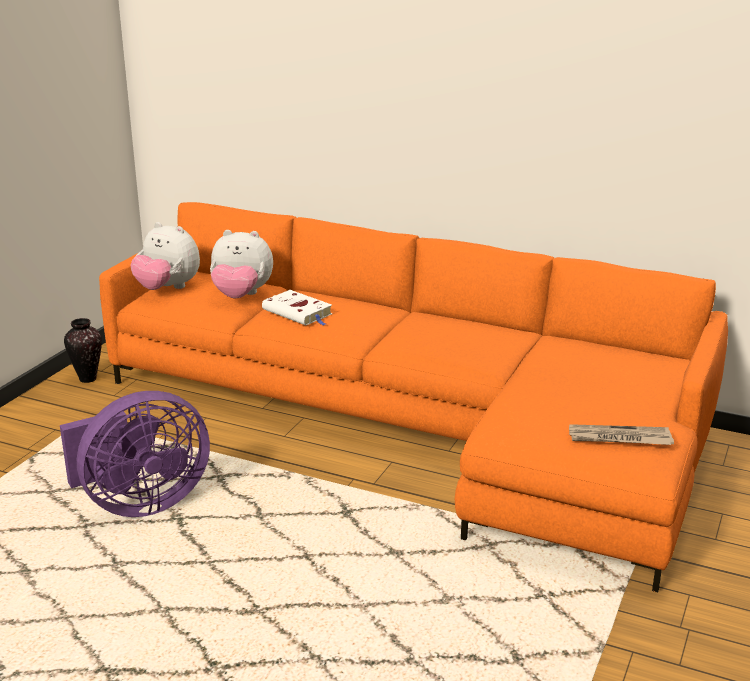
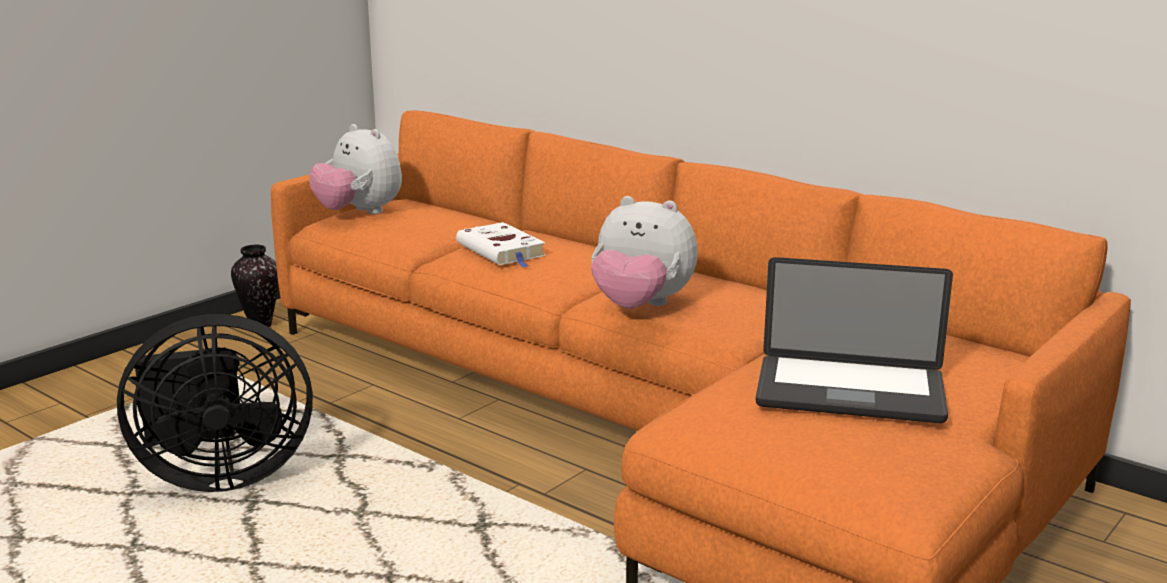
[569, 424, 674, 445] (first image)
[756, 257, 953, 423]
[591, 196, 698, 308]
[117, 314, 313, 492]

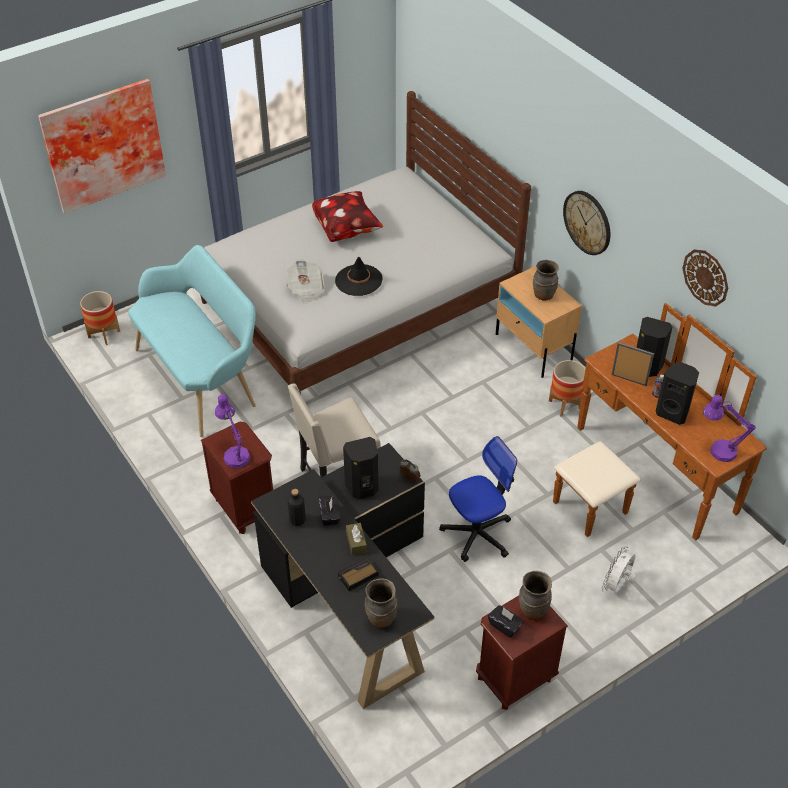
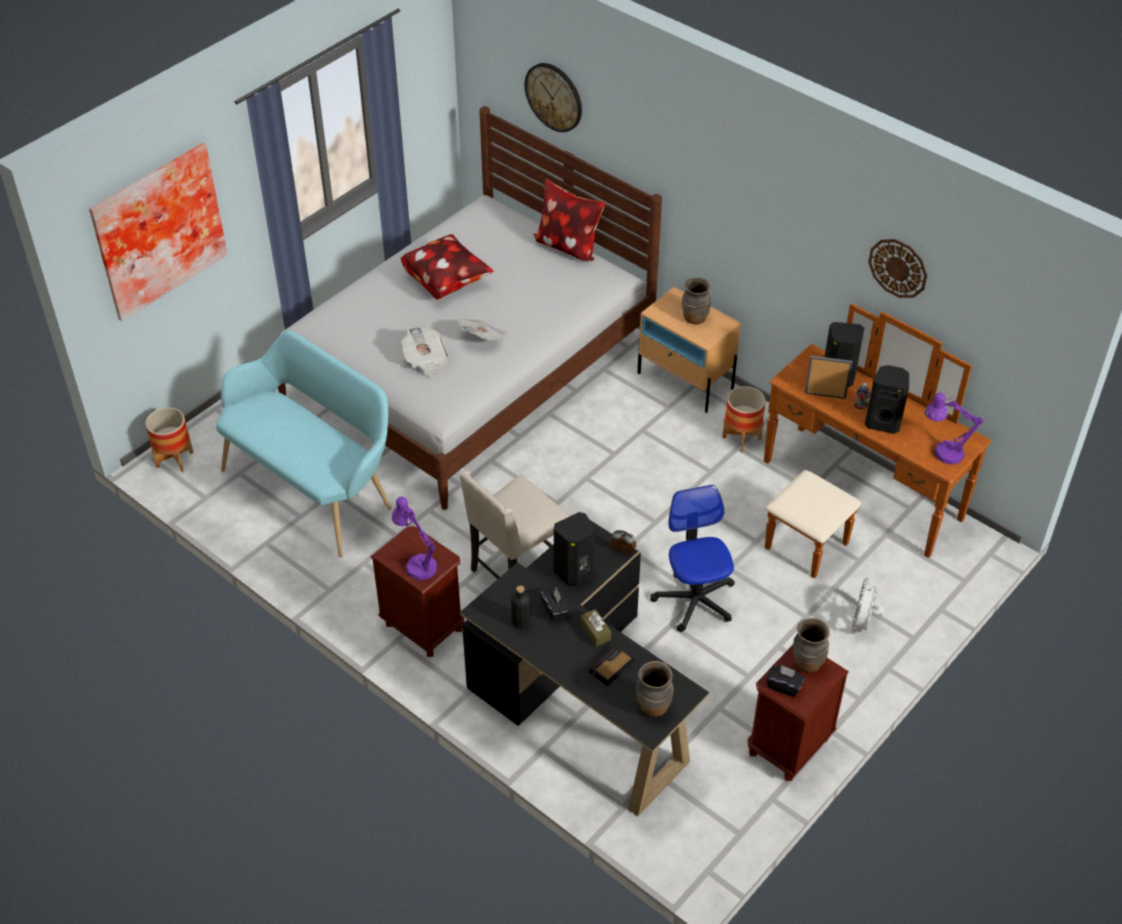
[533, 179, 606, 261]
[525, 63, 582, 132]
[458, 319, 506, 341]
[650, 485, 735, 632]

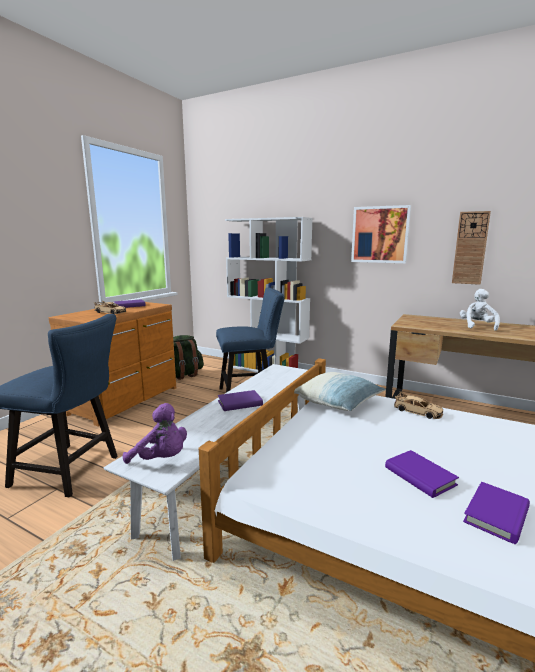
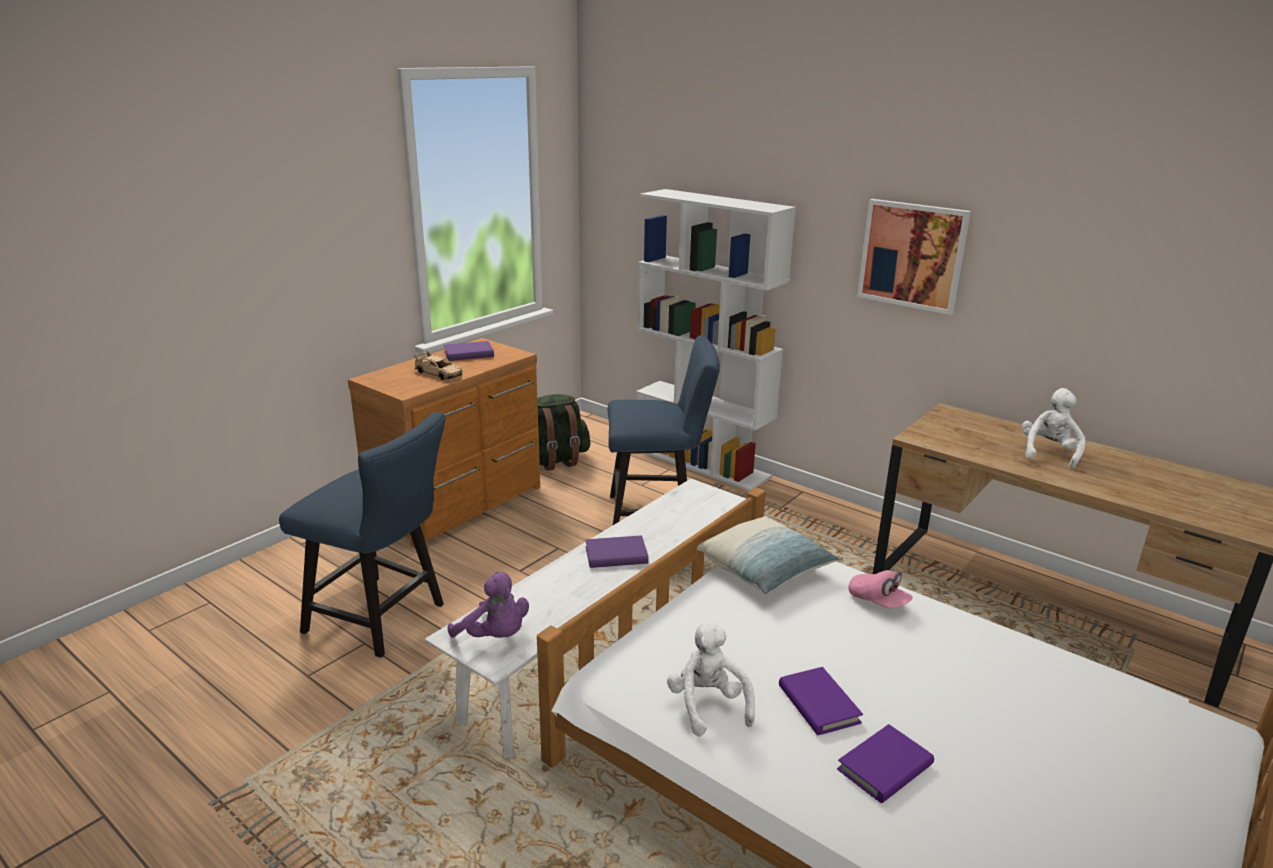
[452, 211, 491, 285] (first image)
[667, 621, 755, 737]
[848, 570, 913, 608]

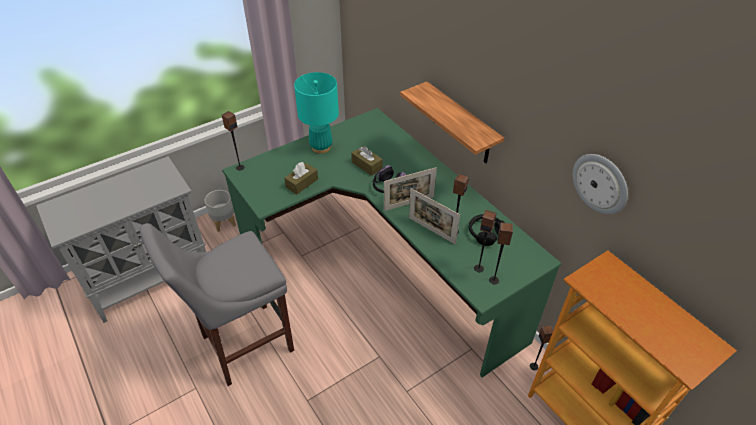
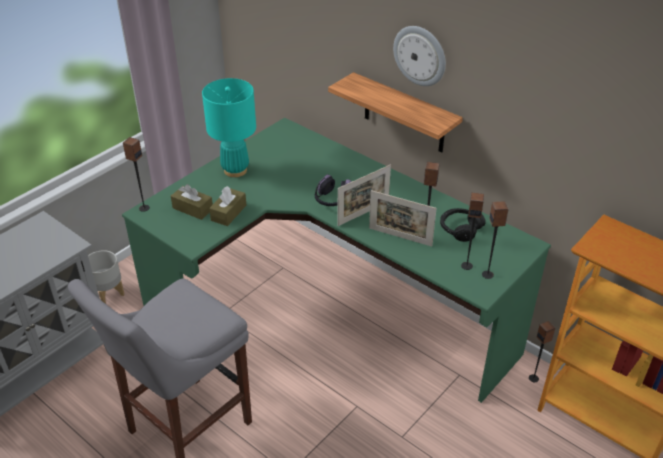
[171, 184, 213, 220]
[393, 26, 446, 86]

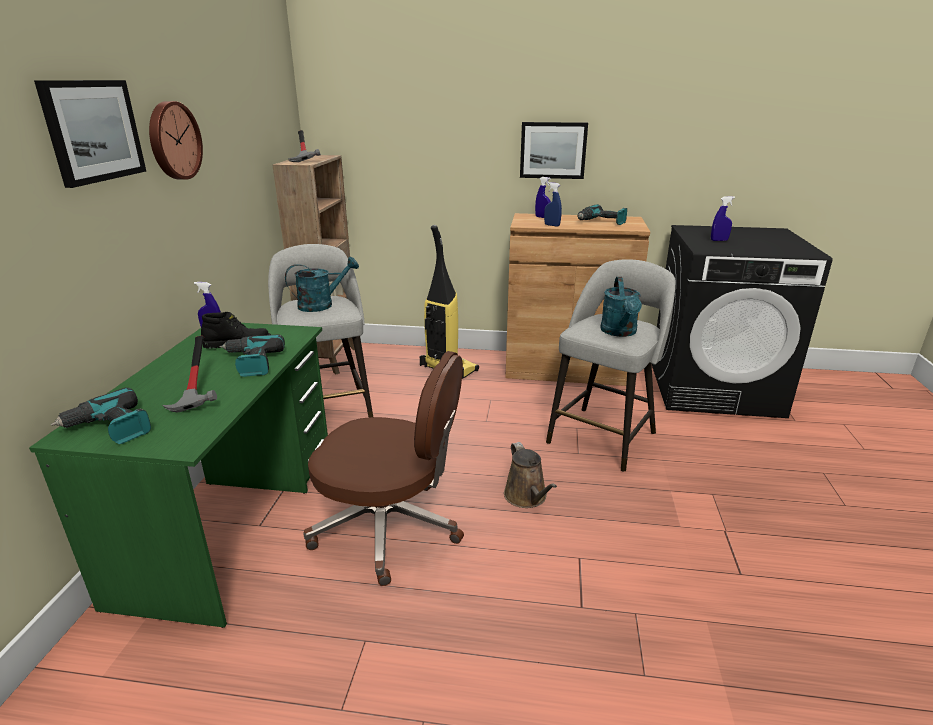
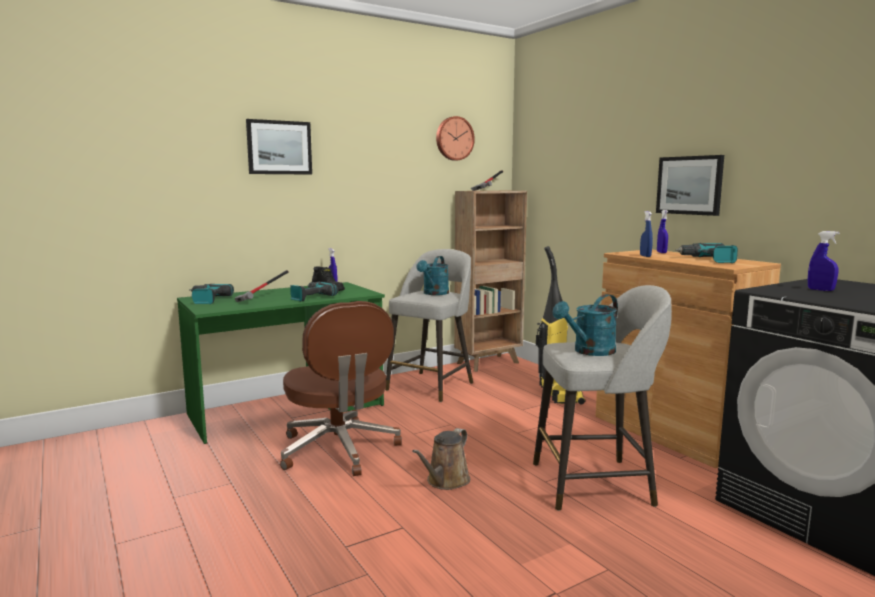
[436, 116, 475, 161]
[416, 256, 449, 295]

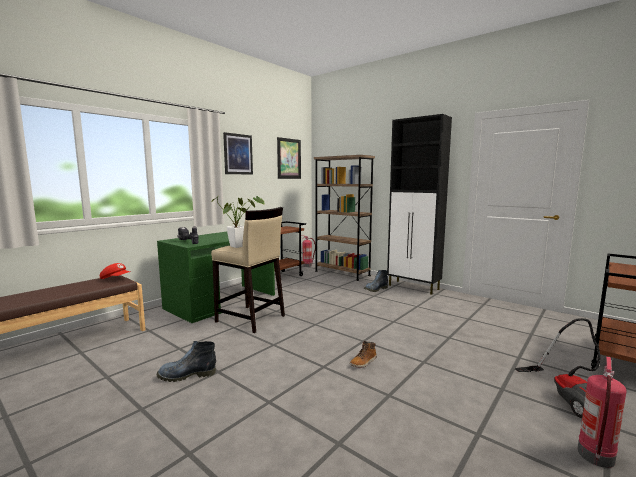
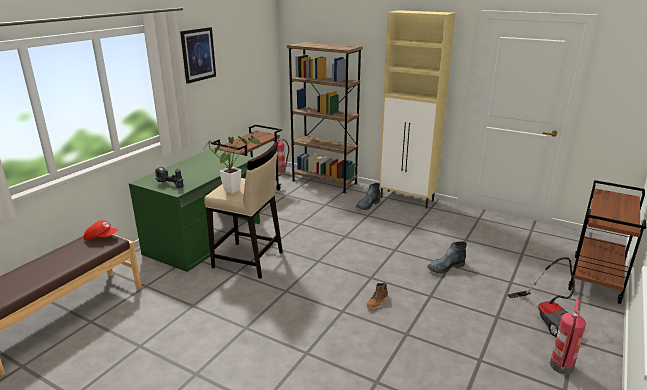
[277, 137, 301, 179] (first image)
[427, 241, 467, 274]
[379, 10, 456, 209]

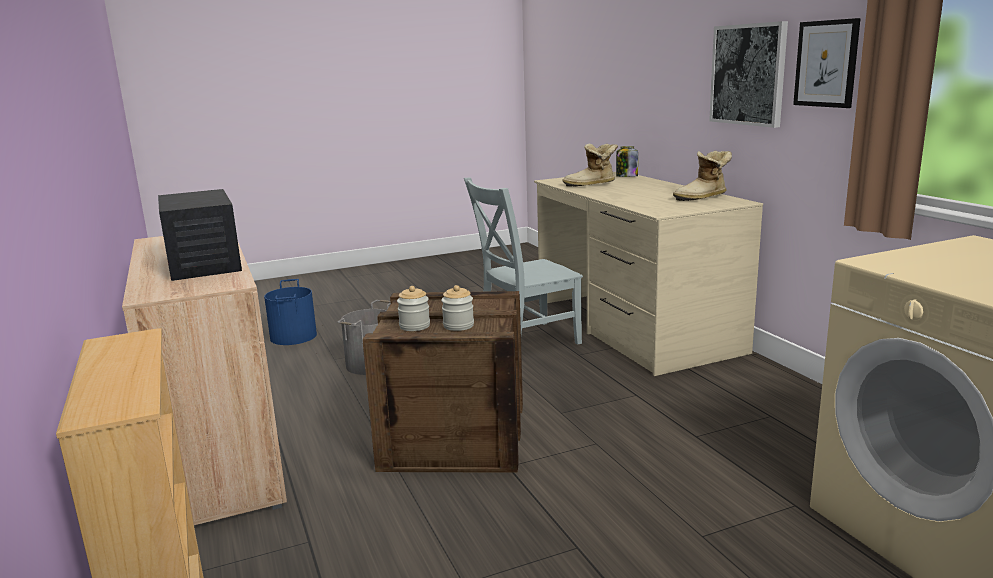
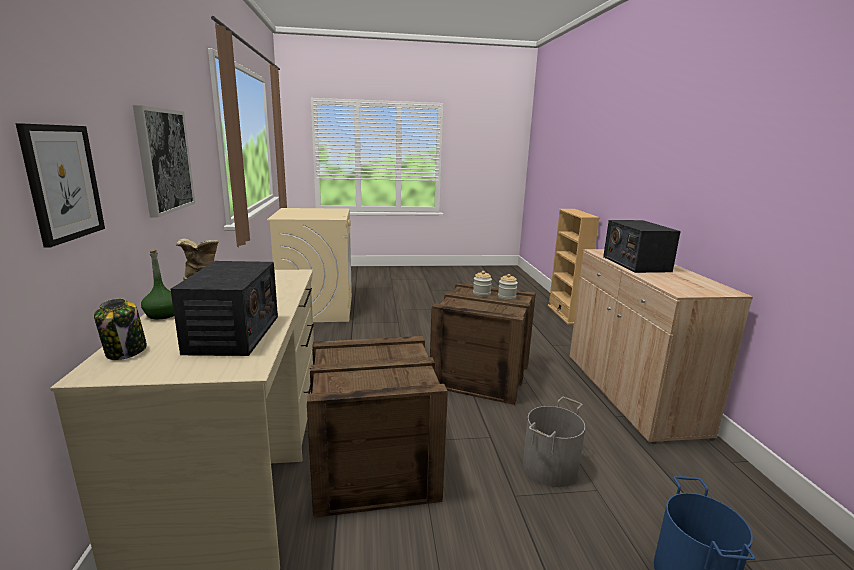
[141, 250, 174, 319]
[16, 123, 105, 248]
[307, 336, 448, 518]
[170, 261, 278, 356]

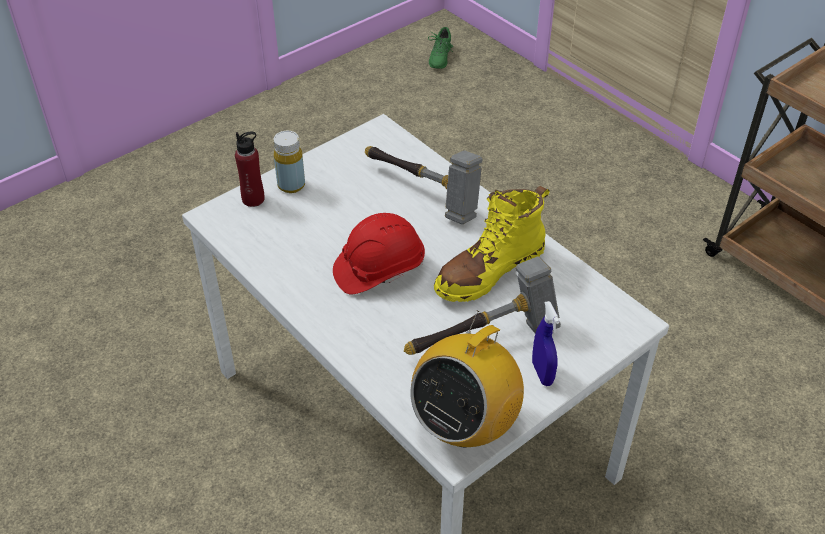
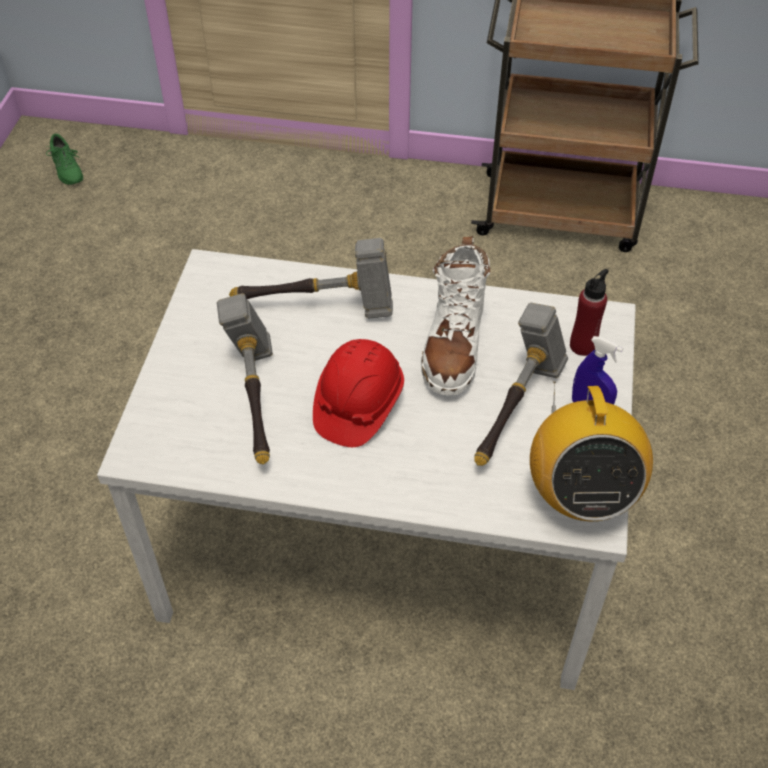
[273, 131, 305, 193] (first image)
[217, 293, 273, 464]
[570, 269, 609, 356]
[421, 236, 490, 395]

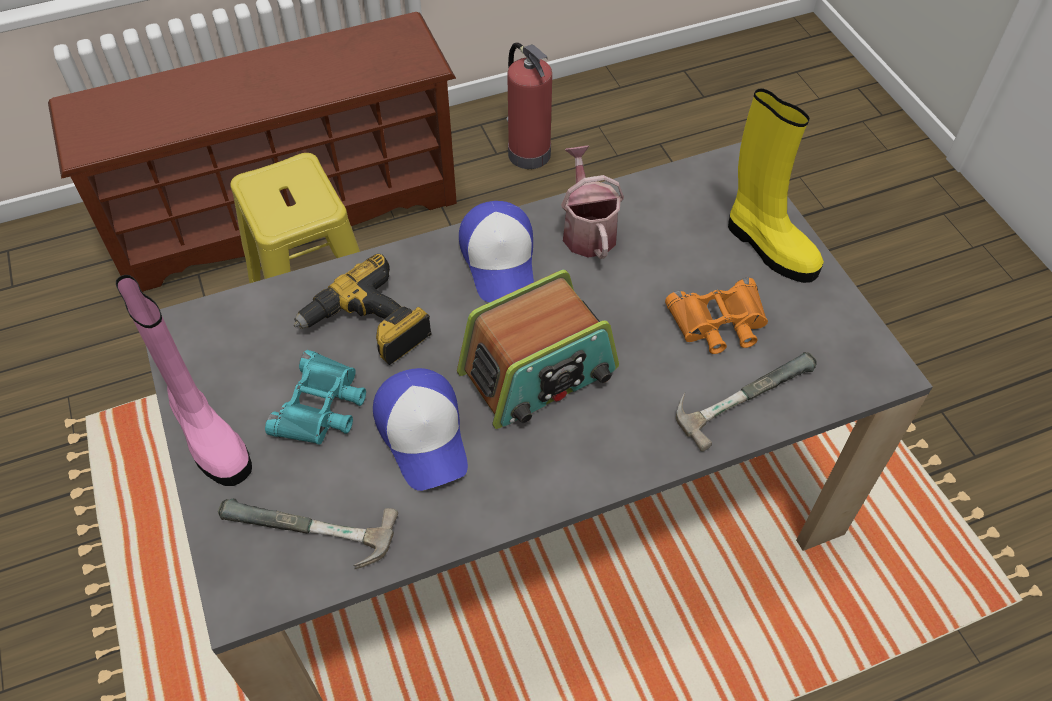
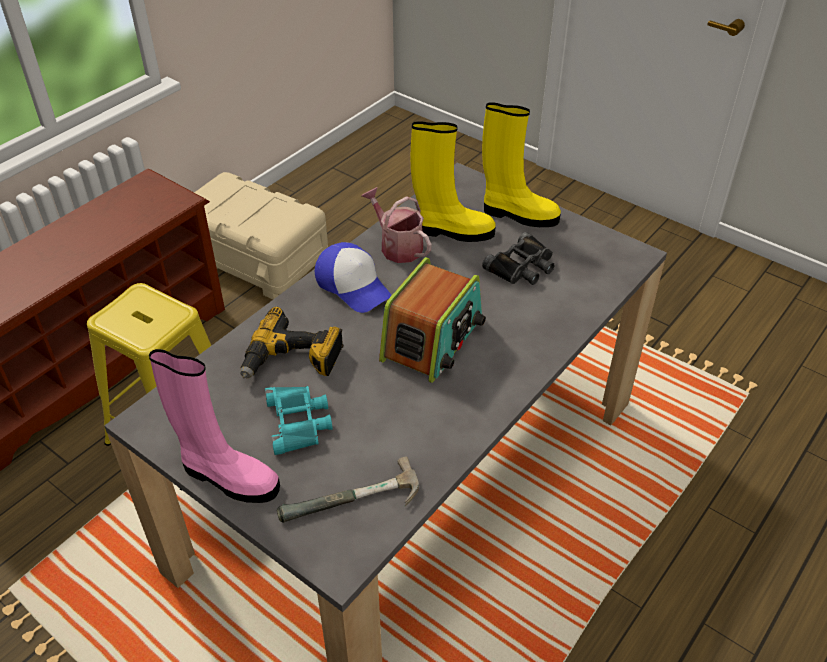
[373, 368, 468, 491] (first image)
[676, 352, 816, 452] (first image)
[410, 121, 496, 242]
[194, 172, 328, 299]
[482, 232, 554, 285]

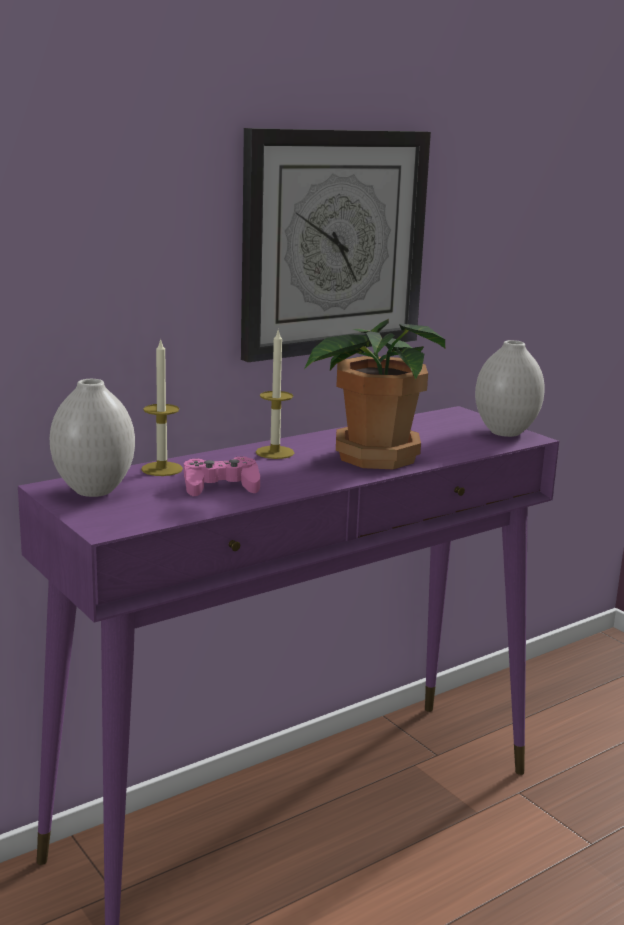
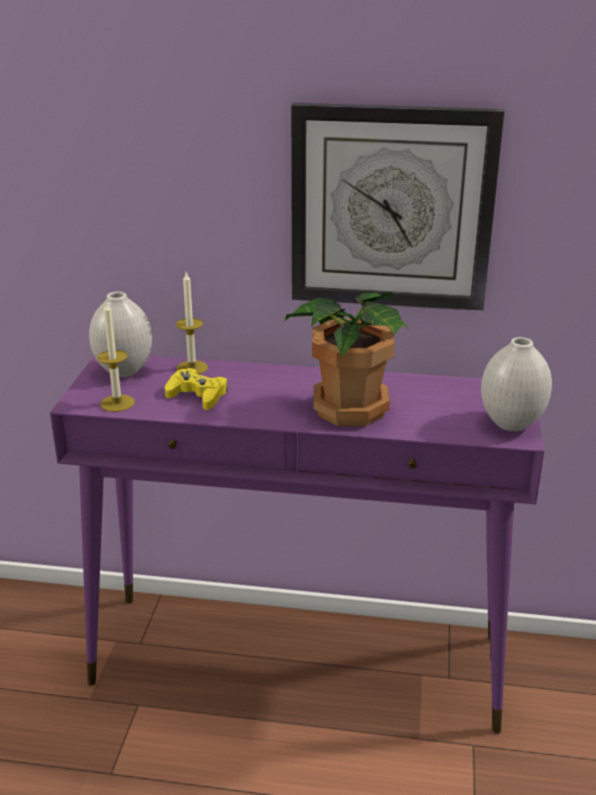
[97, 301, 135, 412]
[165, 368, 228, 410]

